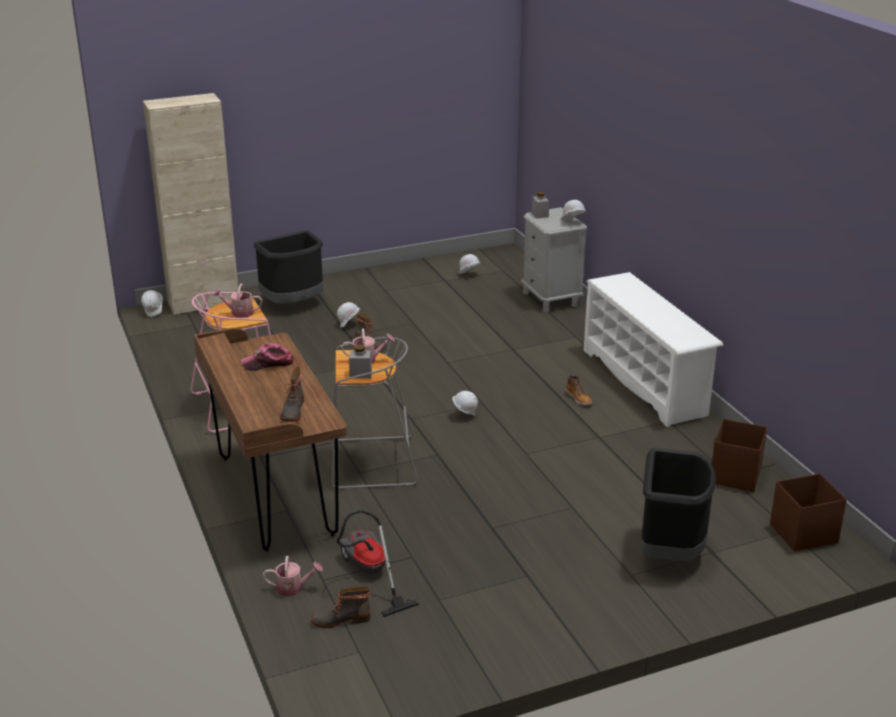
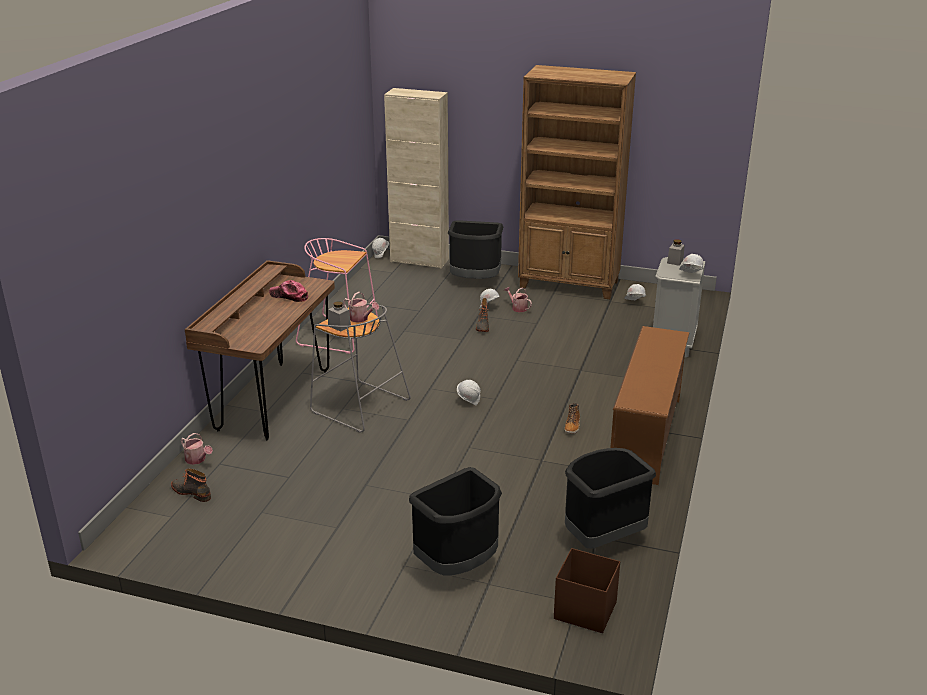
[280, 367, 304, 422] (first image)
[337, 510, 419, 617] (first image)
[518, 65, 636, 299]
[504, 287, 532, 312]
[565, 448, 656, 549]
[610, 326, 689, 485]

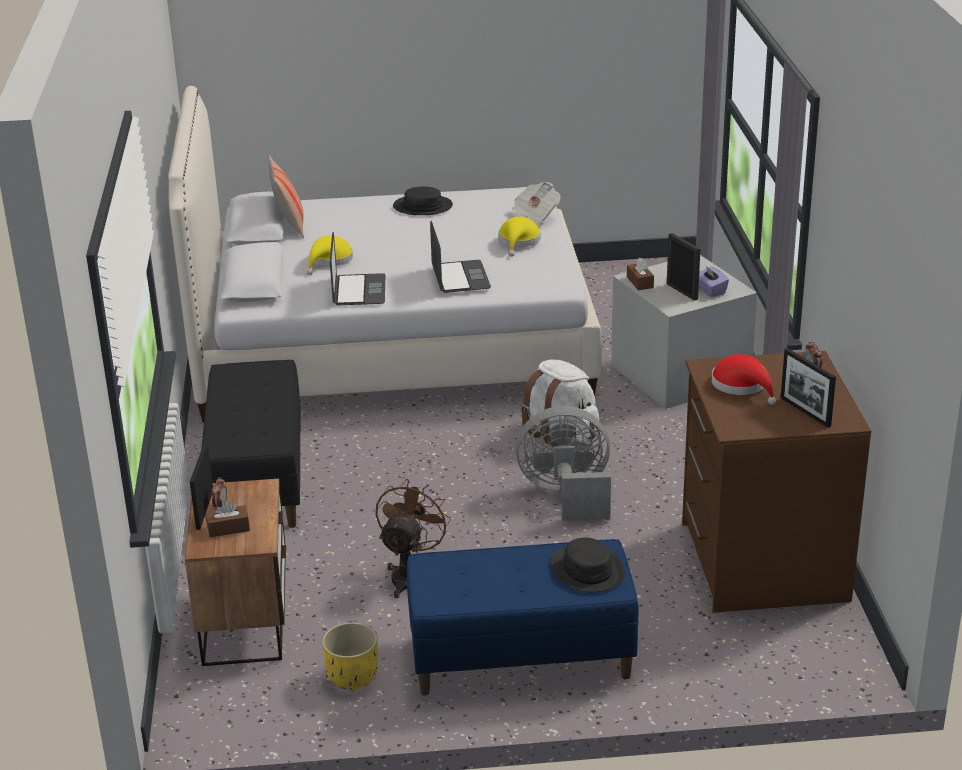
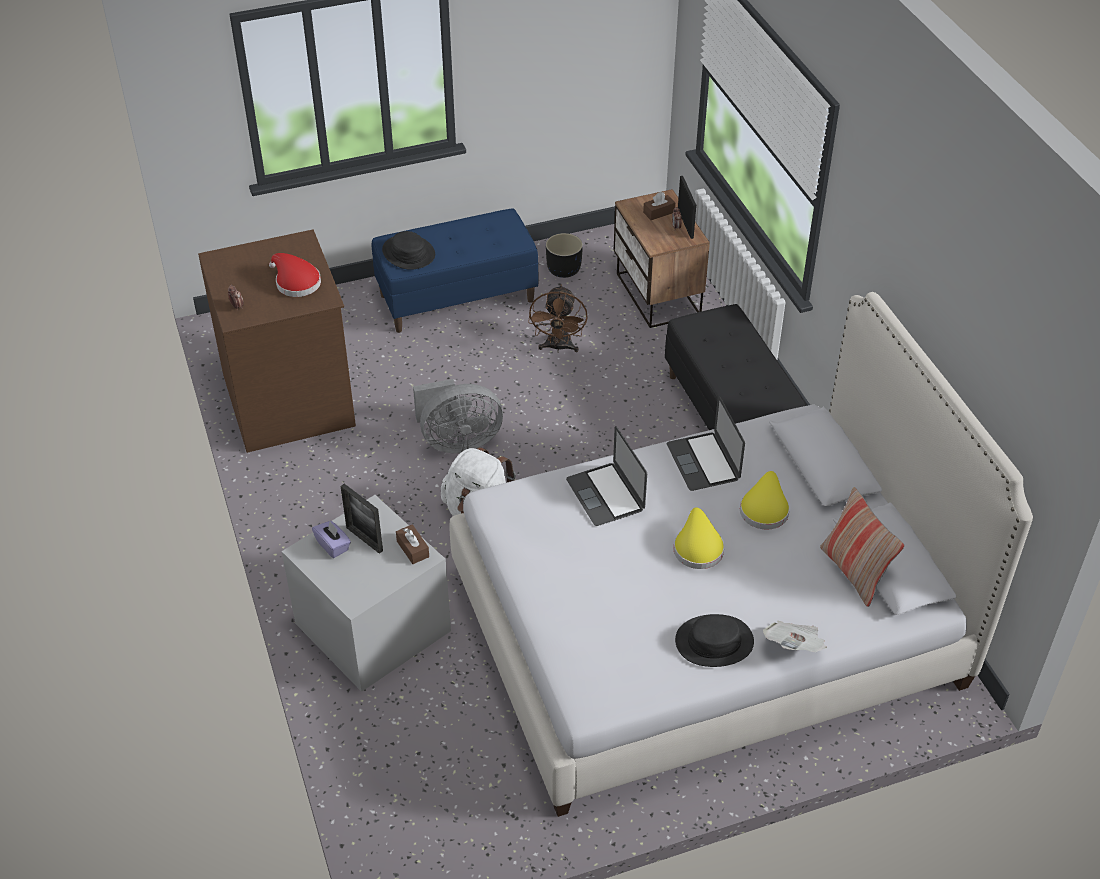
[781, 348, 836, 428] (first image)
[674, 507, 724, 569]
[763, 621, 827, 652]
[546, 233, 583, 278]

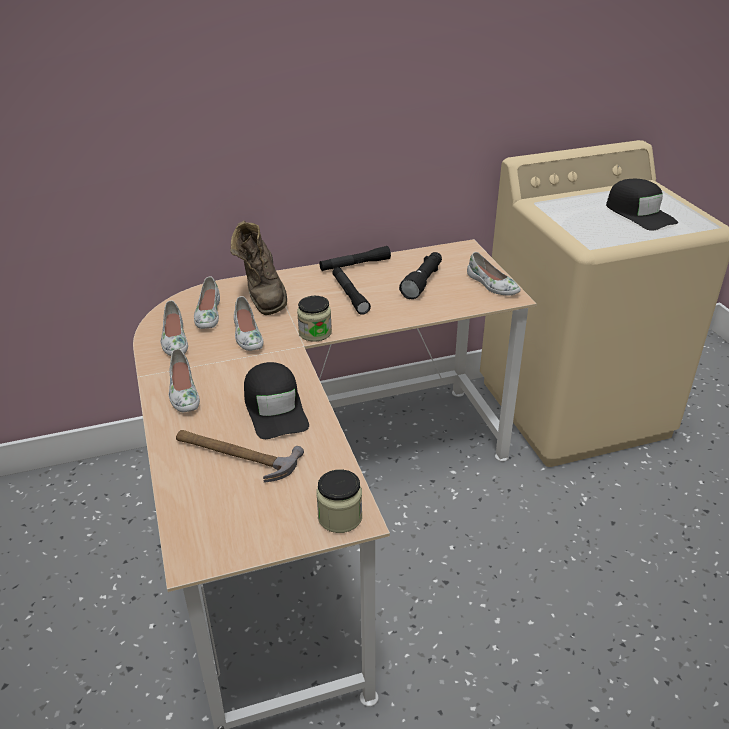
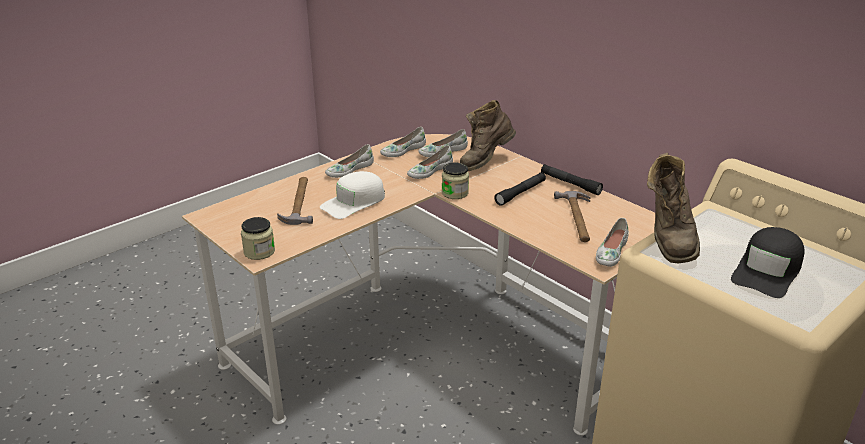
[647, 153, 700, 263]
[554, 191, 591, 242]
[320, 171, 385, 219]

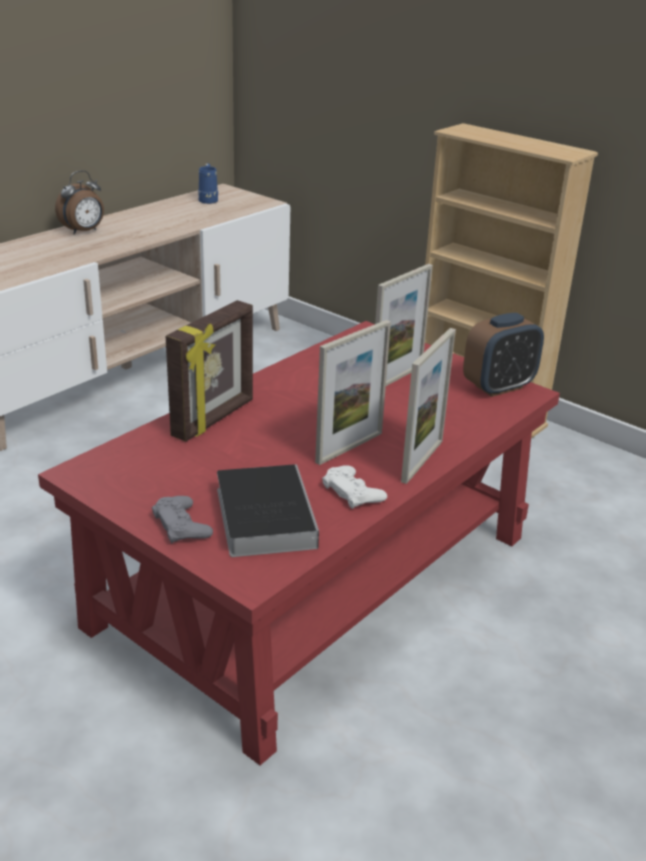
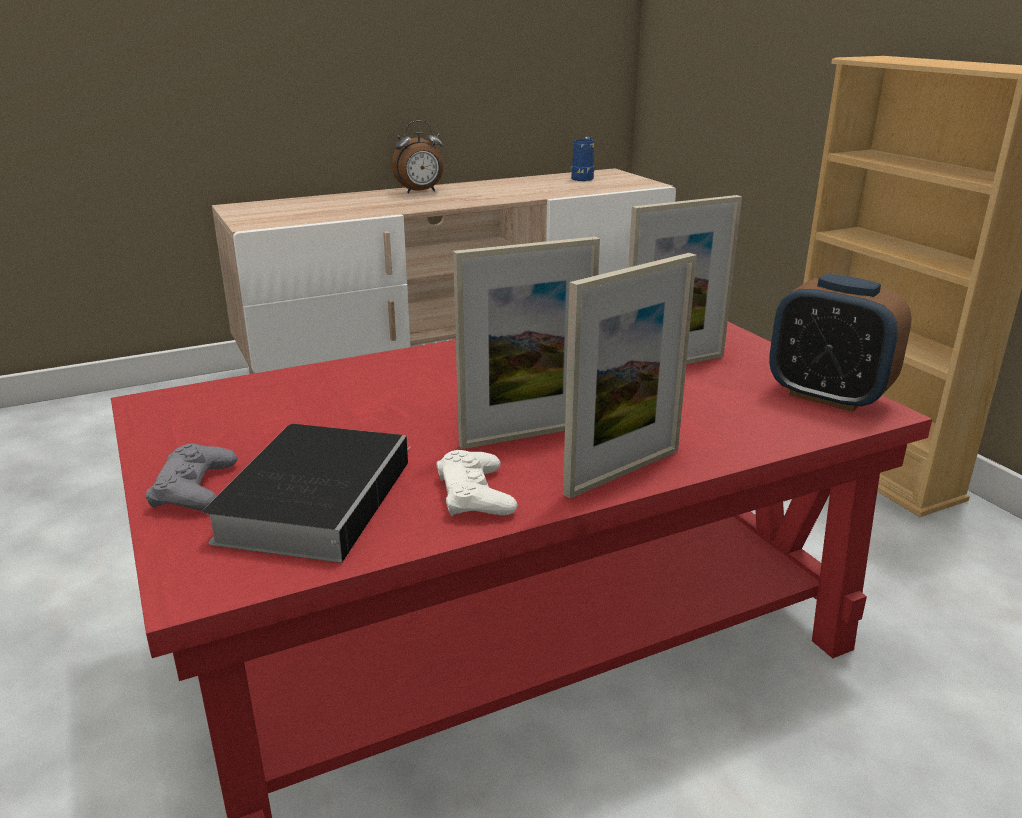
[166, 300, 253, 442] (first image)
[769, 274, 912, 412]

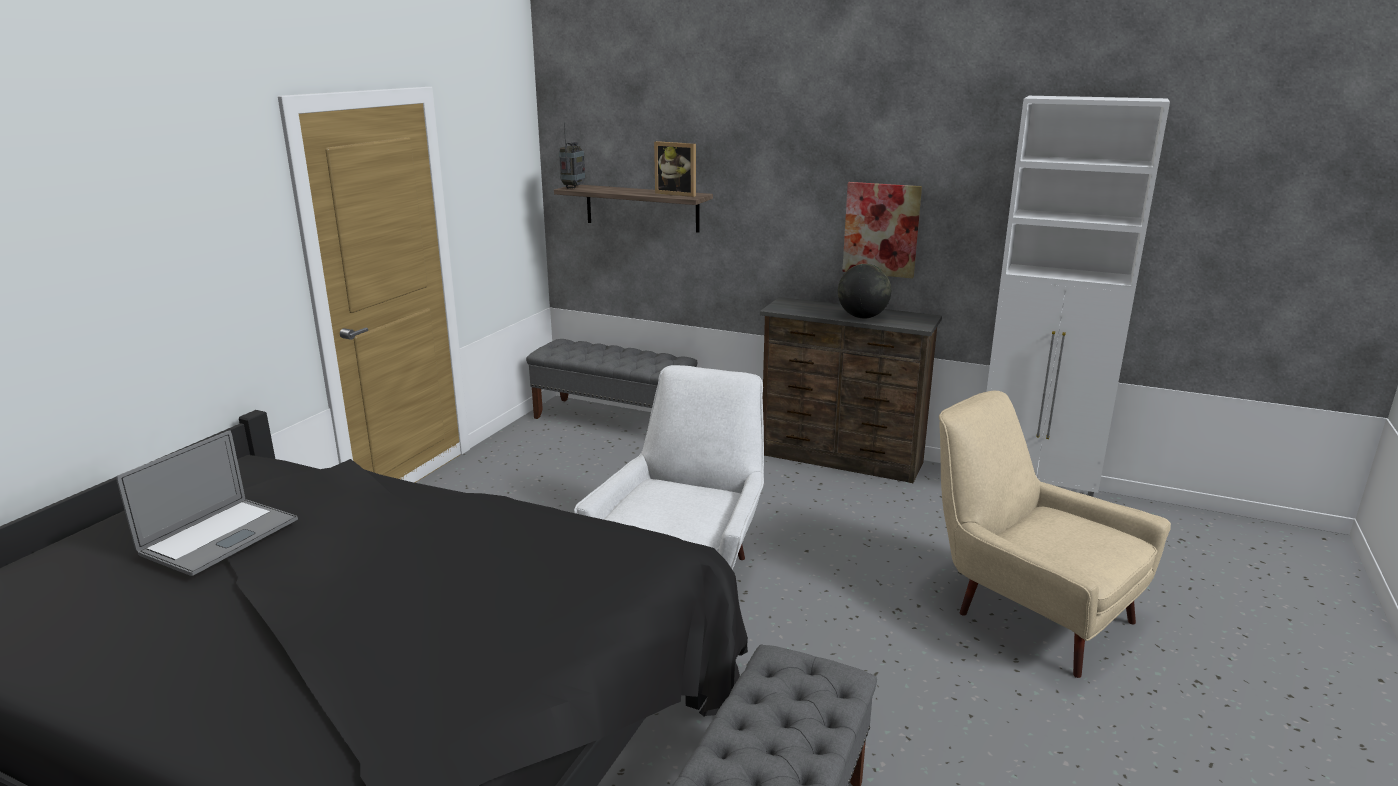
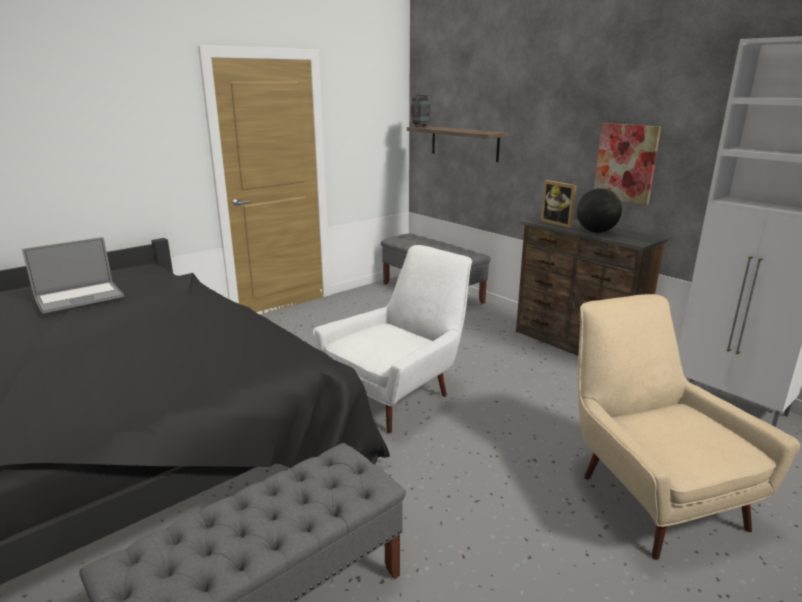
[541, 180, 577, 228]

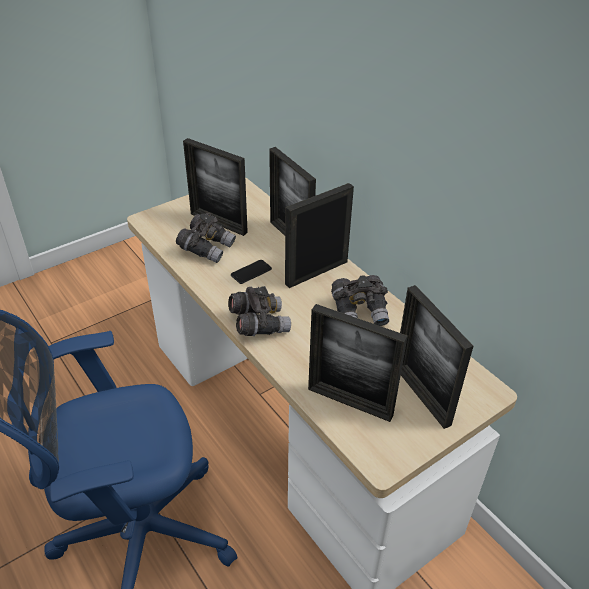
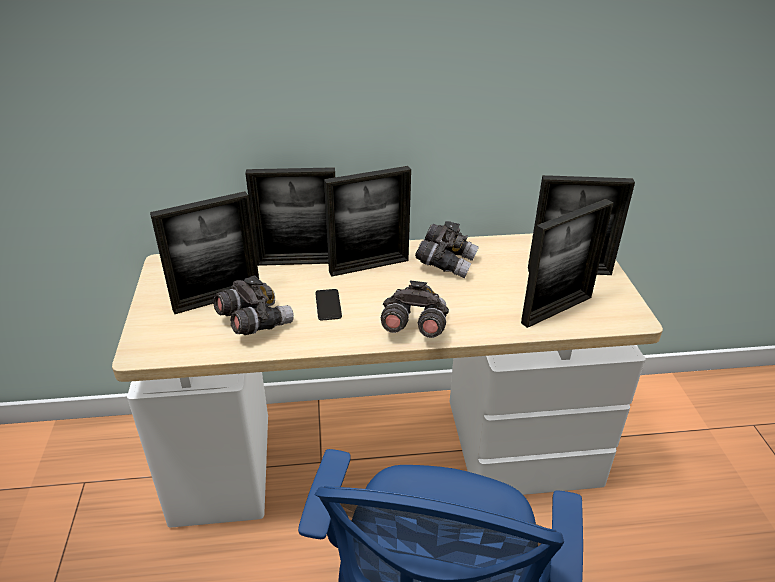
[324, 166, 411, 277]

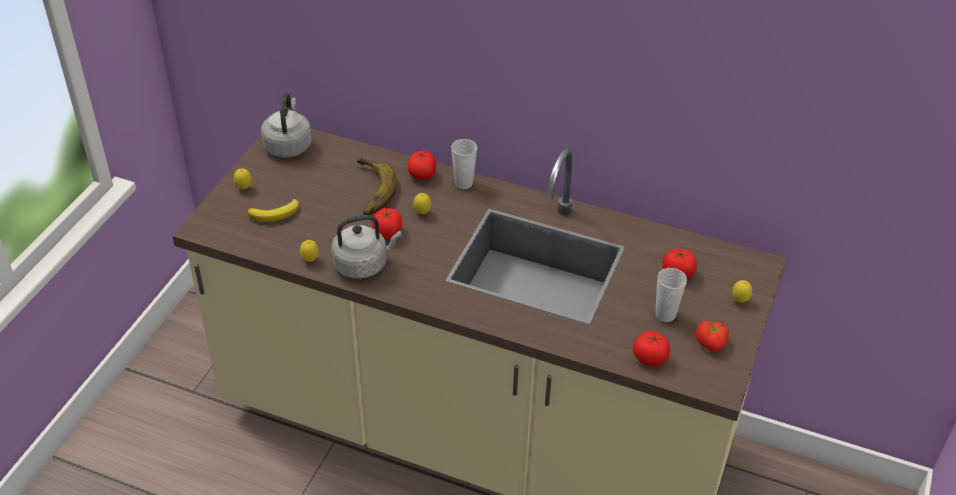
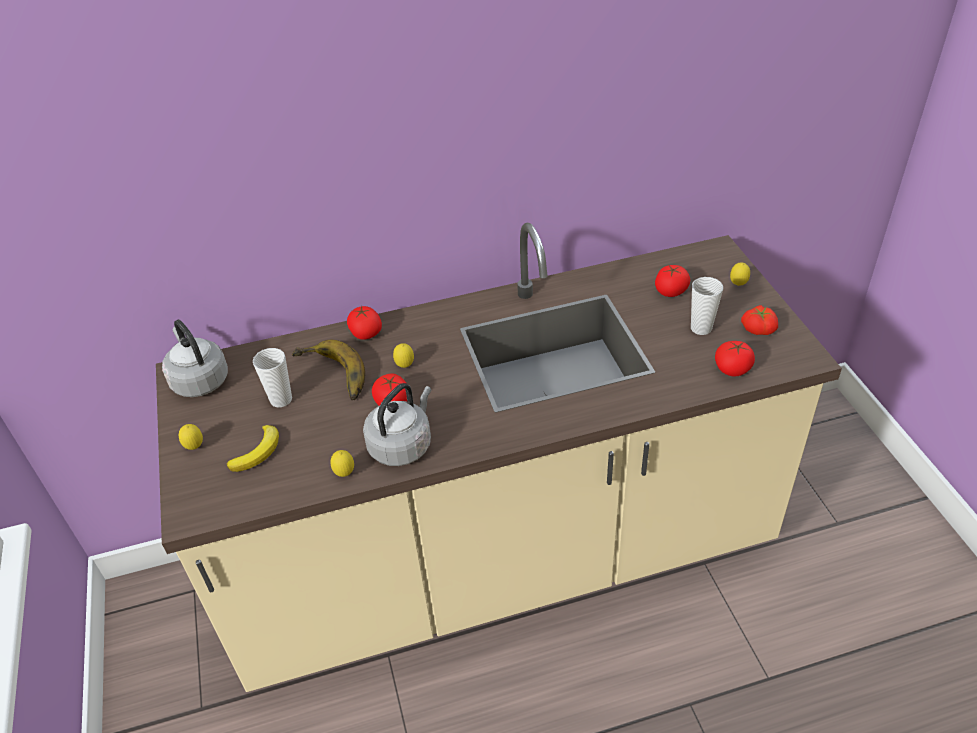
[253, 348, 292, 407]

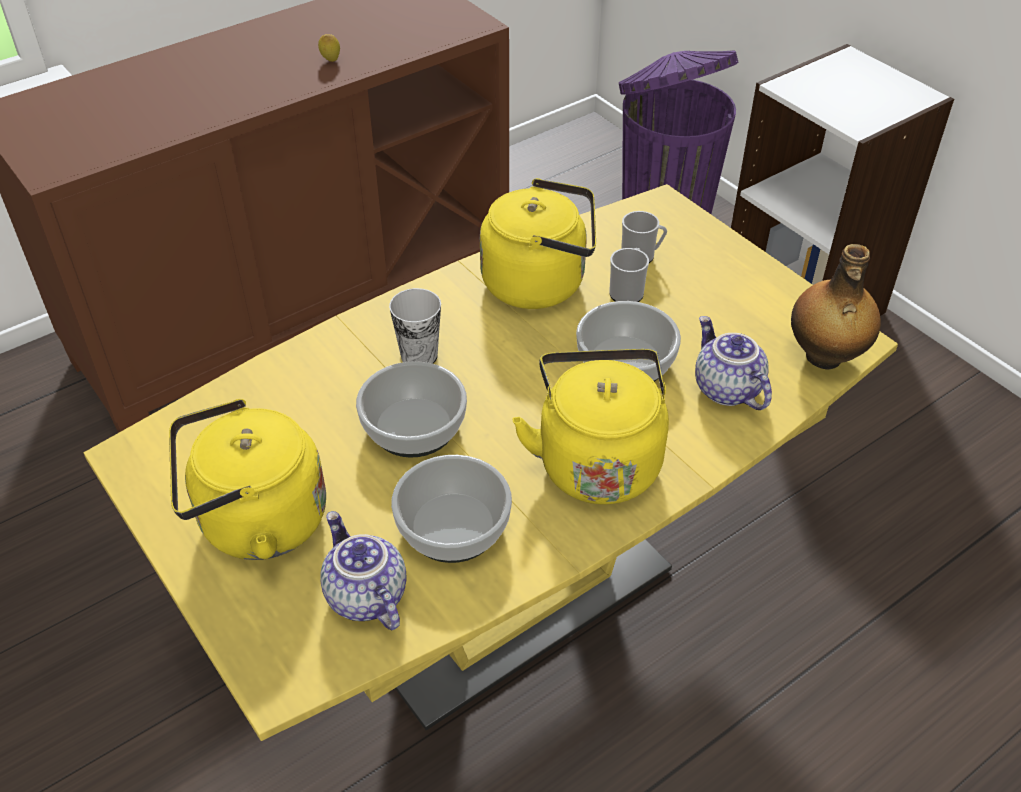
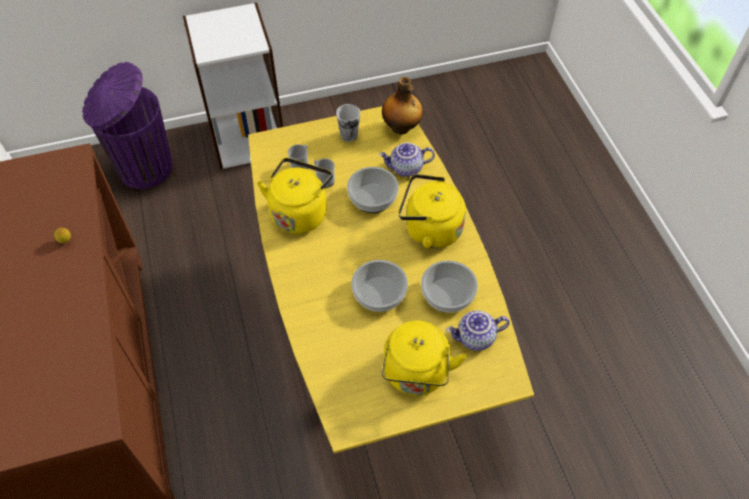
[336, 104, 360, 142]

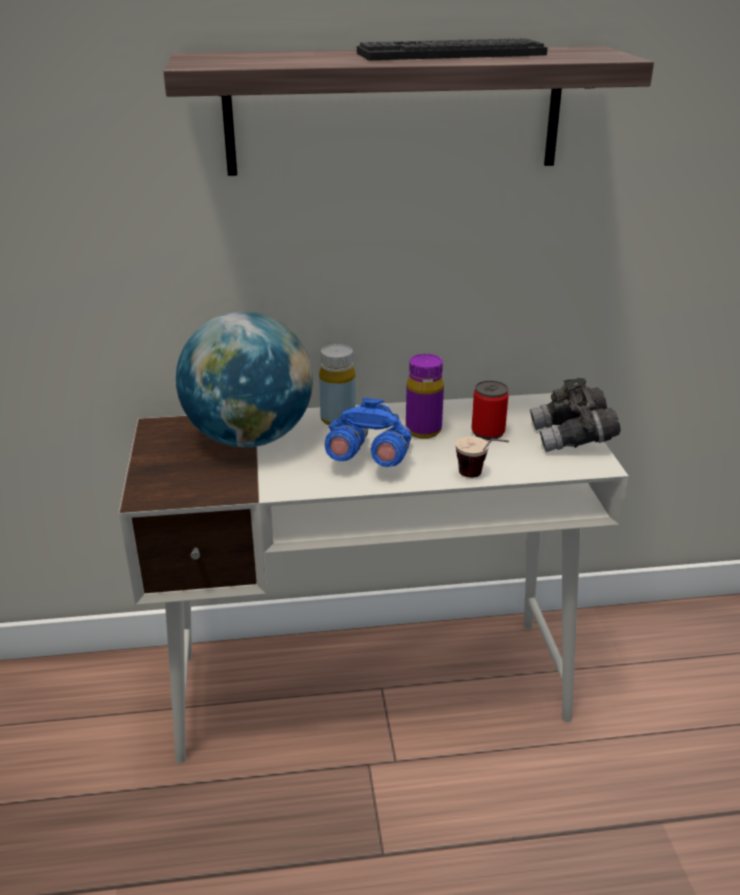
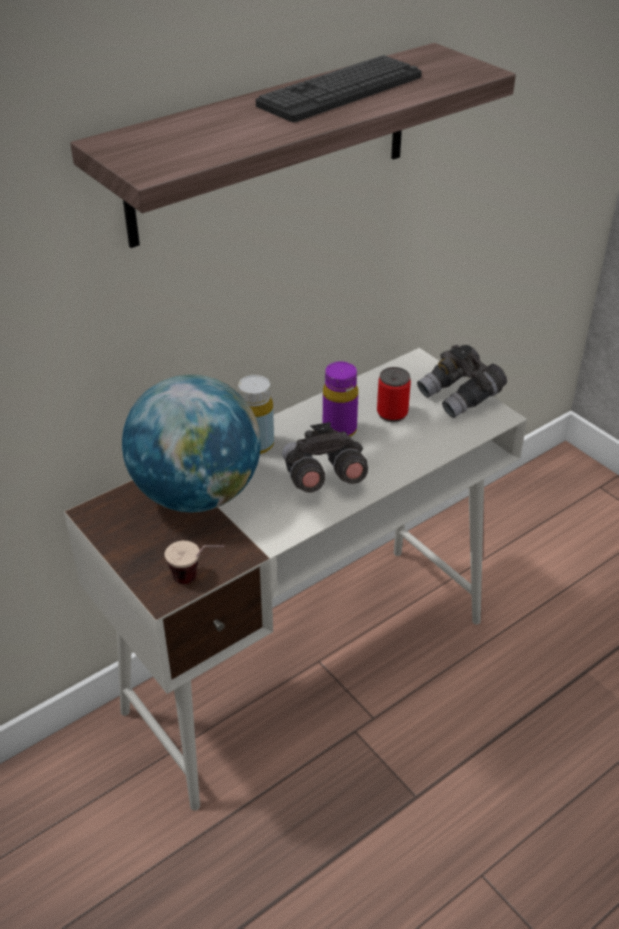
[165, 541, 224, 584]
[282, 422, 368, 493]

